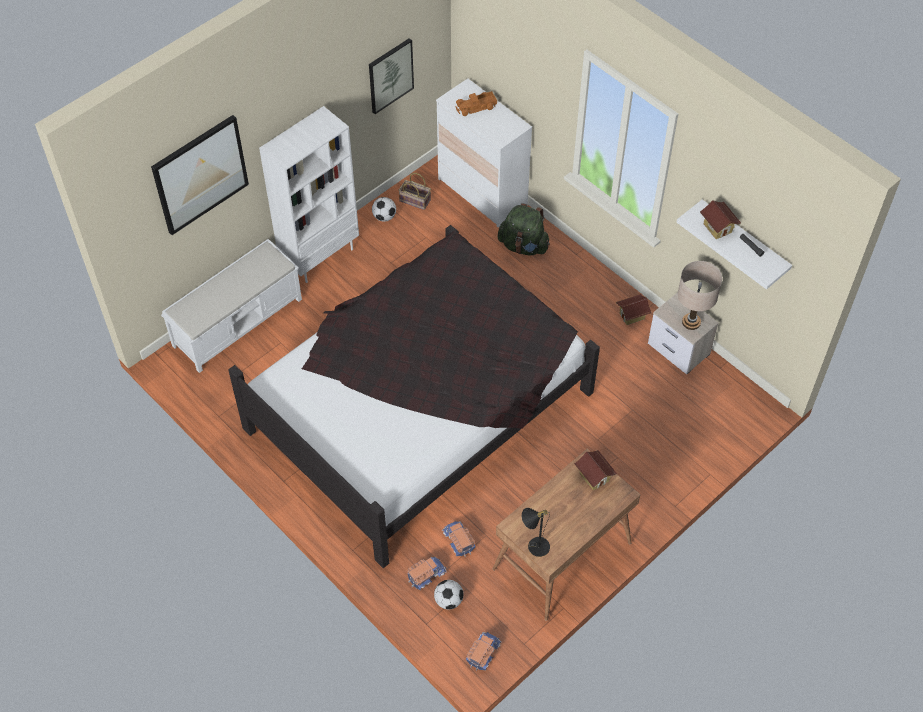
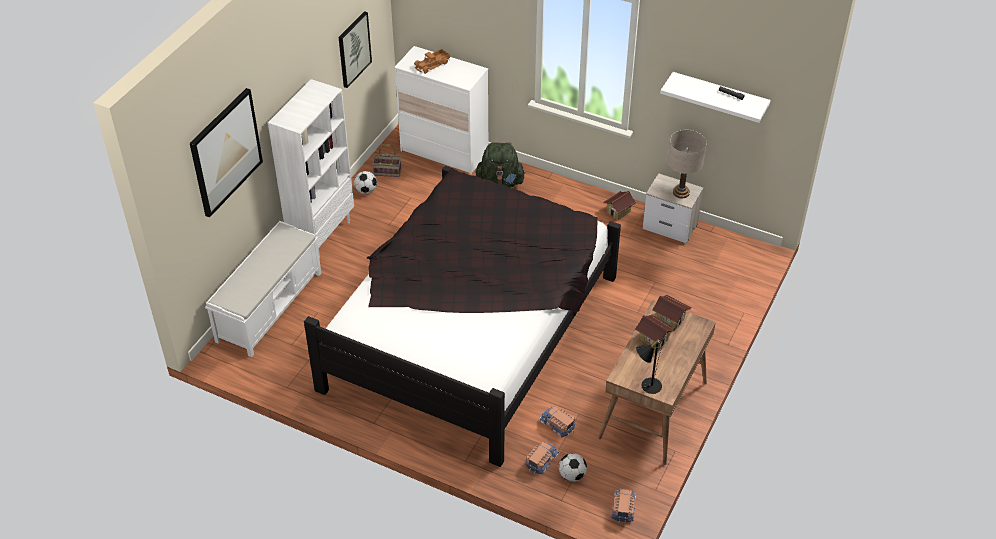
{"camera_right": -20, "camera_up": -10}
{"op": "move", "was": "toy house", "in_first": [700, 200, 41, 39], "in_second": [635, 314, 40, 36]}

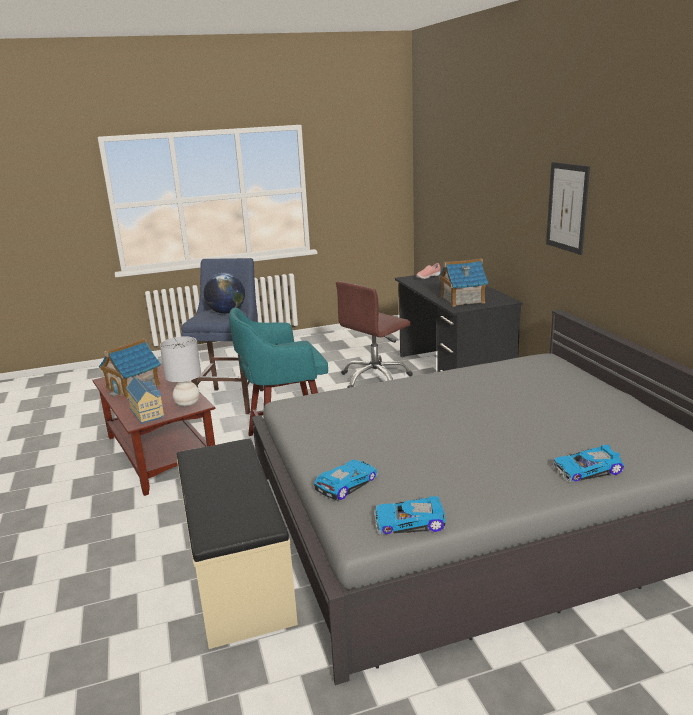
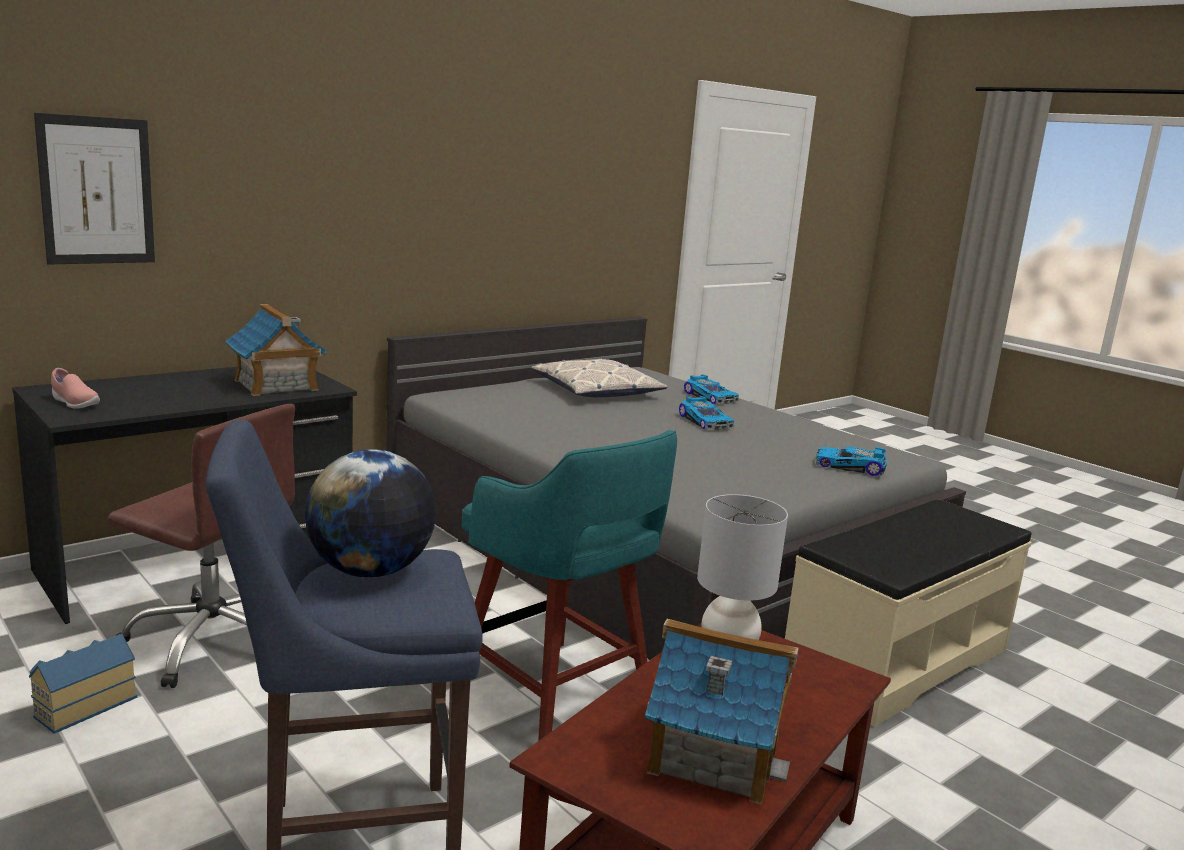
{"camera_right": -115, "camera_up": -5}
{"op": "insert", "now": "cushion", "in_second": [531, 358, 136, 39]}
{"op": "move", "was": "toy house", "in_first": [126, 377, 39, 47], "in_second": [29, 634, 108, 100]}
{"op": "move", "was": "toy car", "in_first": [375, 496, 71, 38], "in_second": [679, 396, 55, 34]}
{"op": "move", "was": "picture", "in_first": [546, 162, 44, 93], "in_second": [34, 113, 121, 152]}

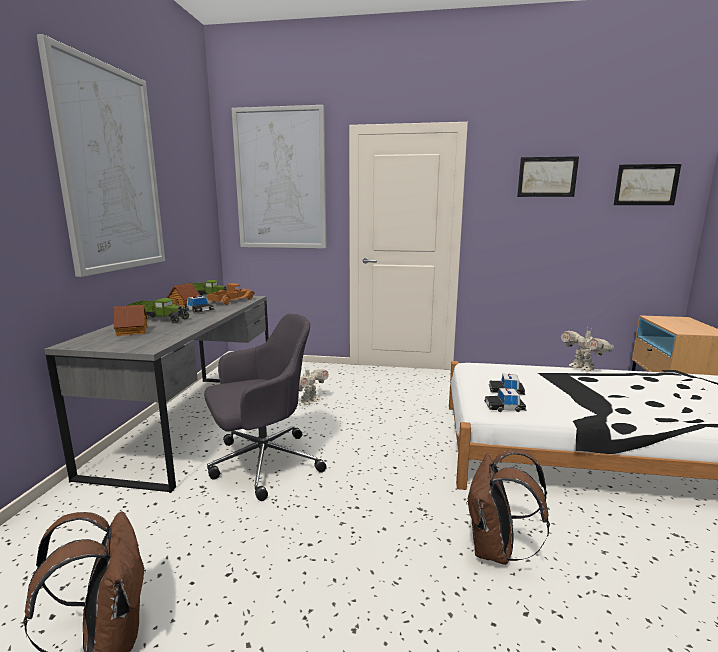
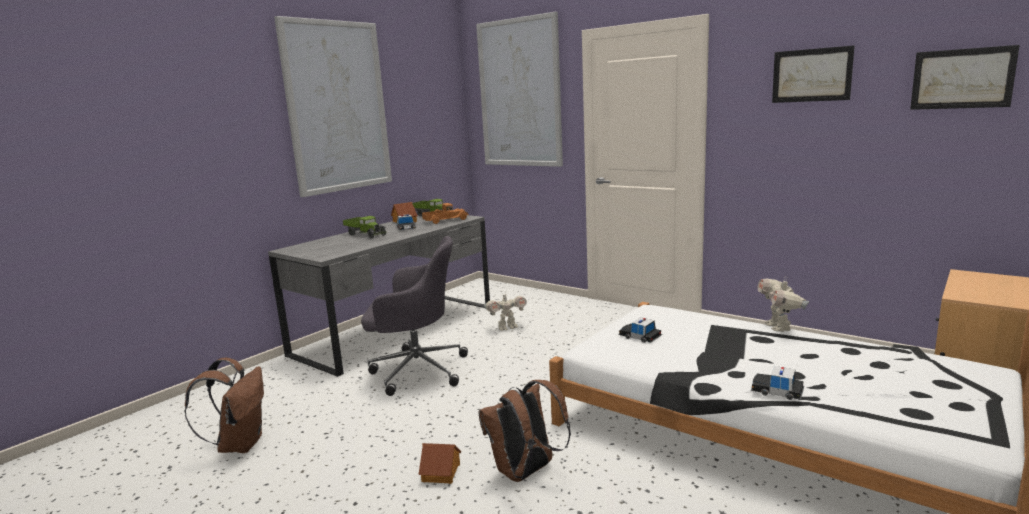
{"camera_right": 30, "camera_up": 0}
{"op": "move", "was": "toy house", "in_first": [114, 305, 33, 31], "in_second": [419, 443, 42, 41]}
{"op": "move", "was": "toy car", "in_first": [484, 388, 43, 24], "in_second": [751, 366, 53, 34]}

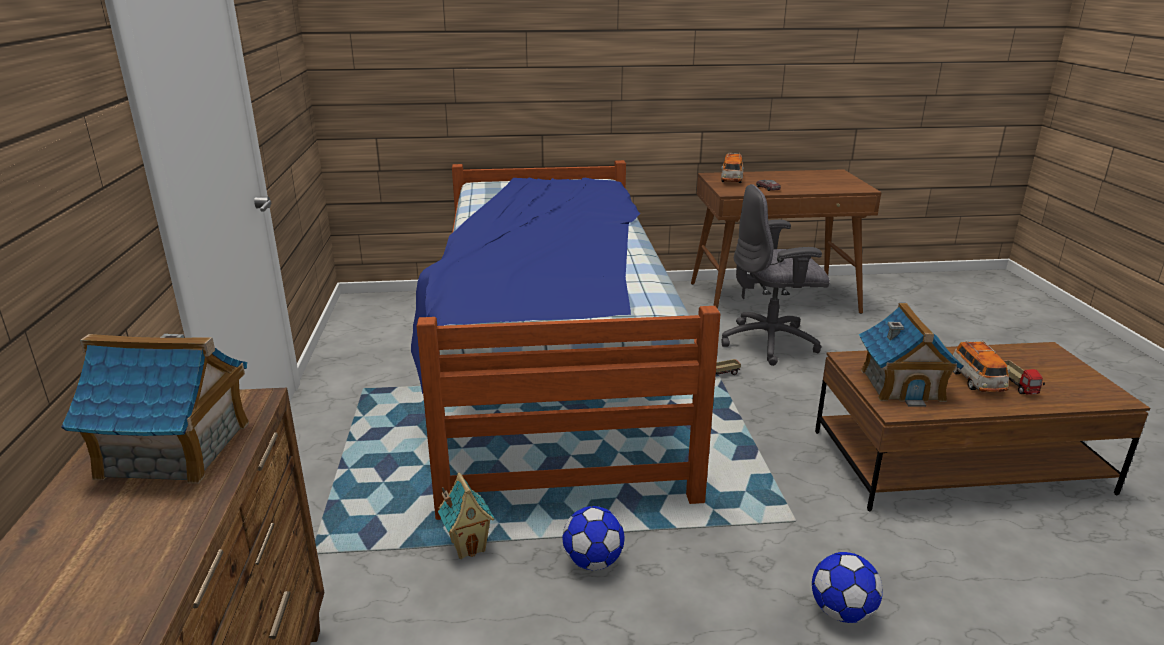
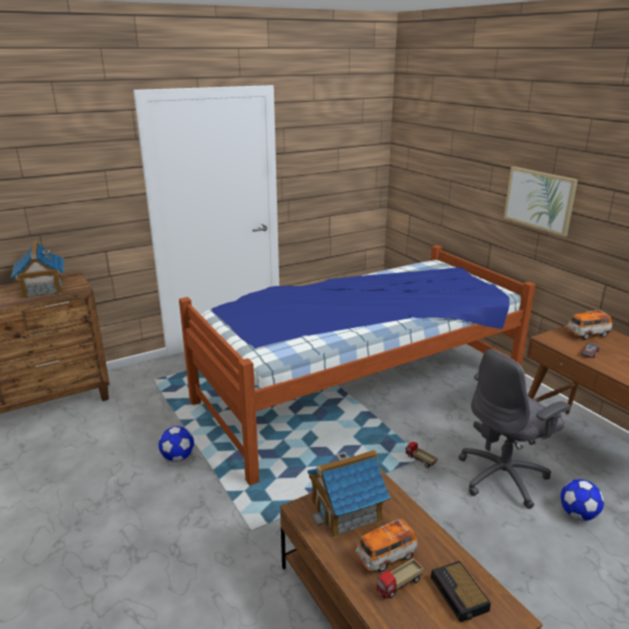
{"camera_right": 65, "camera_up": 0}
{"op": "delete", "was": "toy house", "in_first": [438, 473, 57, 86]}
{"op": "insert", "now": "alarm clock", "in_second": [431, 561, 60, 61]}
{"op": "insert", "now": "picture", "in_second": [504, 167, 74, 70]}
{"op": "move", "was": "ball for football", "in_first": [812, 552, 71, 71], "in_second": [560, 479, 44, 42]}
{"op": "rotate", "was": "desk chair in grey", "in_first": [721, 184, 109, 182], "in_second": [458, 349, 113, 160], "clockwise": -90}

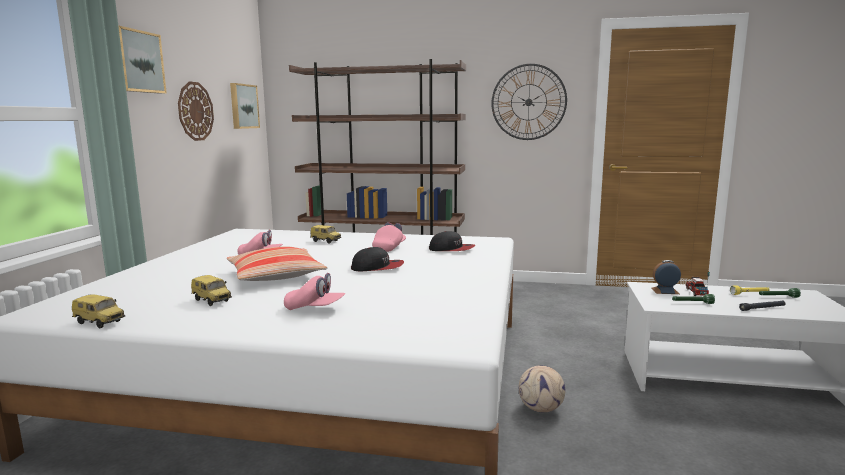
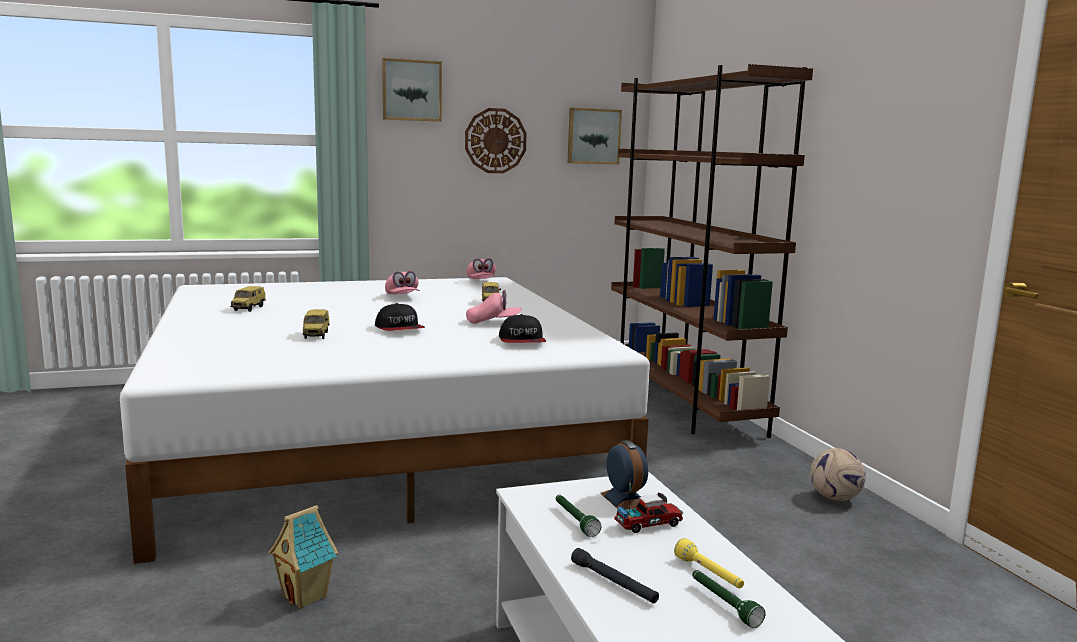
{"camera_right": 60, "camera_up": 0}
{"op": "delete", "was": "cushion", "in_first": [227, 246, 101, 35]}
{"op": "delete", "was": "wall clock", "in_first": [491, 64, 76, 76]}
{"op": "insert", "now": "toy house", "in_second": [268, 505, 70, 104]}
{"op": "move", "was": "toy car", "in_first": [72, 294, 53, 34], "in_second": [303, 309, 27, 30]}
{"op": "move", "was": "peaked cap in pink", "in_first": [284, 273, 61, 37], "in_second": [466, 258, 30, 21]}
{"op": "move", "was": "ball for football", "in_first": [519, 365, 46, 47], "in_second": [810, 448, 56, 53]}

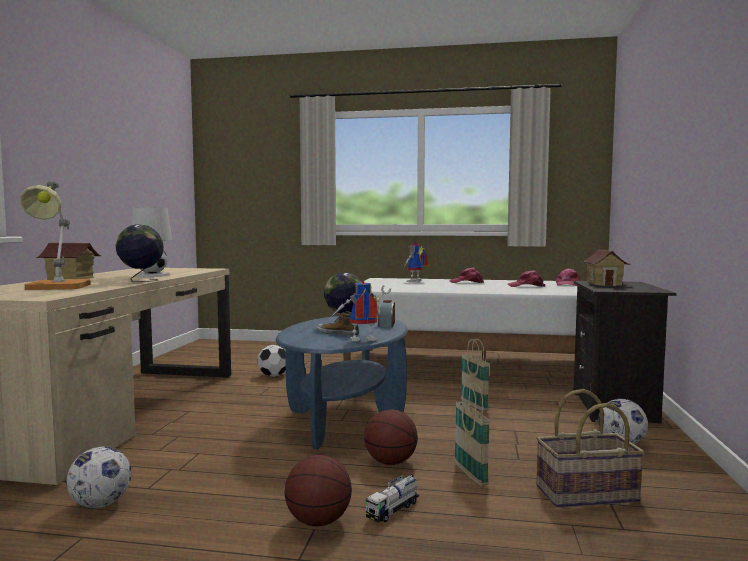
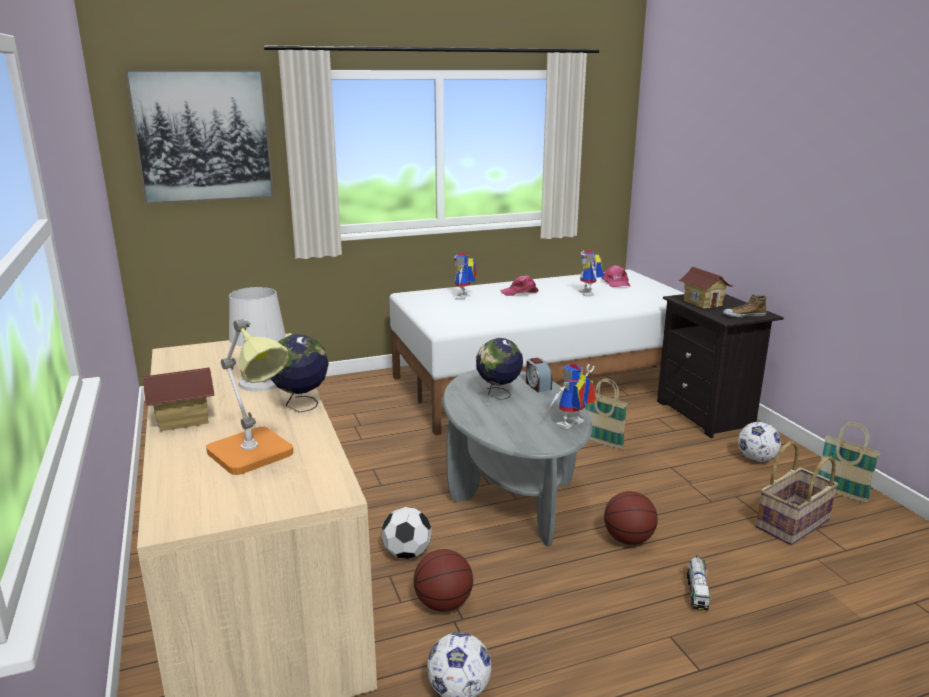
{"camera_right": -30, "camera_up": 15}
{"op": "insert", "now": "picture", "in_second": [124, 69, 151, 136]}
{"op": "move", "was": "ball for football", "in_first": [257, 345, 29, 32], "in_second": [381, 507, 51, 52]}
{"op": "move", "was": "basketball ball", "in_first": [285, 455, 67, 71], "in_second": [414, 549, 59, 63]}
{"op": "move", "was": "shoe", "in_first": [316, 311, 43, 24], "in_second": [723, 295, 43, 23]}
{"op": "move", "was": "basket", "in_first": [454, 382, 36, 104], "in_second": [818, 422, 62, 80]}
{"op": "replace", "was": "peaked cap in pink", "now": "toy robot", "in_first": [508, 270, 37, 17], "in_second": [579, 250, 25, 46]}
{"op": "recolor", "was": "low table in bluish", "now": "low table in grey", "in_first": [276, 316, 132, 133], "in_second": [442, 369, 150, 177]}

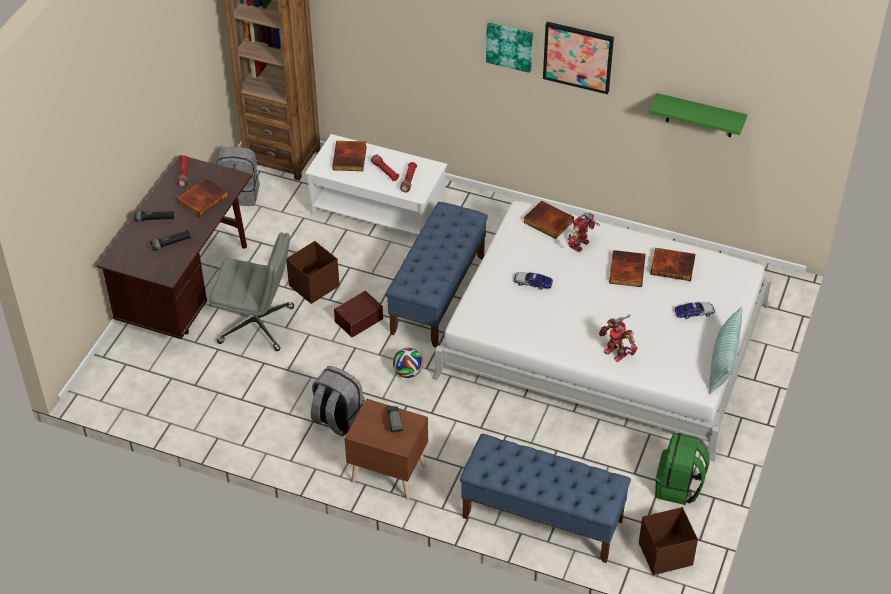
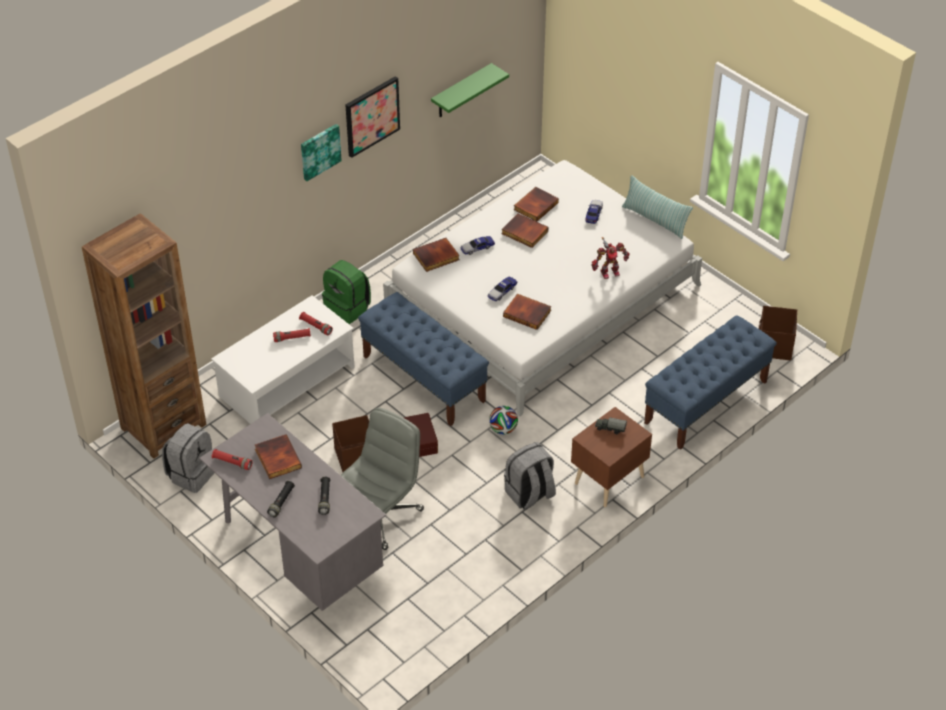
{"camera_right": -65, "camera_up": 0}
{"op": "move", "was": "book", "in_first": [332, 141, 35, 30], "in_second": [503, 294, 48, 36]}
{"op": "move", "was": "knapsack in green", "in_first": [655, 432, 55, 73], "in_second": [322, 260, 49, 64]}
{"op": "replace", "was": "toy robot", "now": "toy car", "in_first": [568, 212, 32, 40], "in_second": [460, 236, 35, 19]}
{"op": "recolor", "was": "desk in brown-coloured", "now": "desk in grey", "in_first": [96, 155, 157, 184], "in_second": [199, 413, 187, 198]}

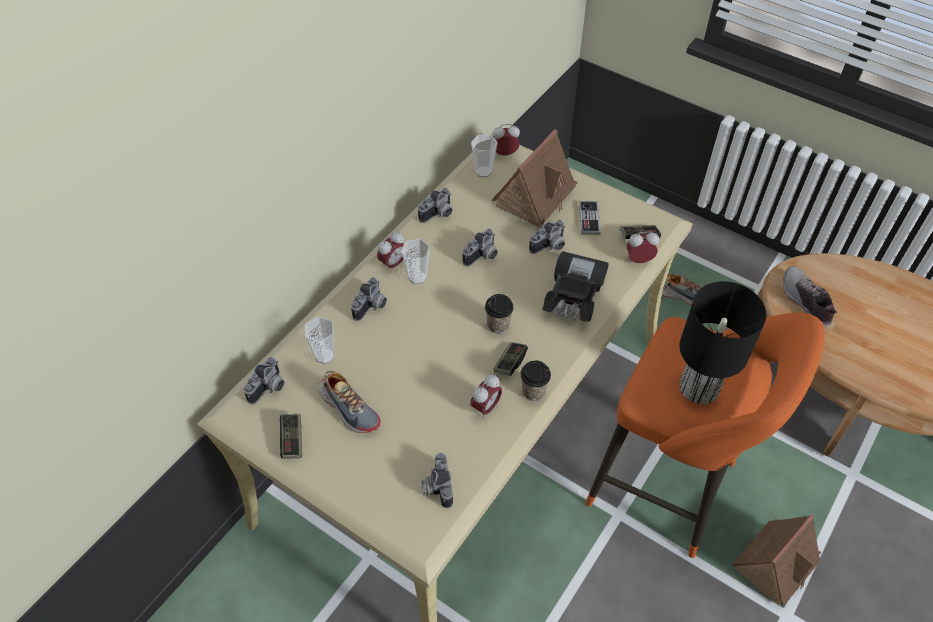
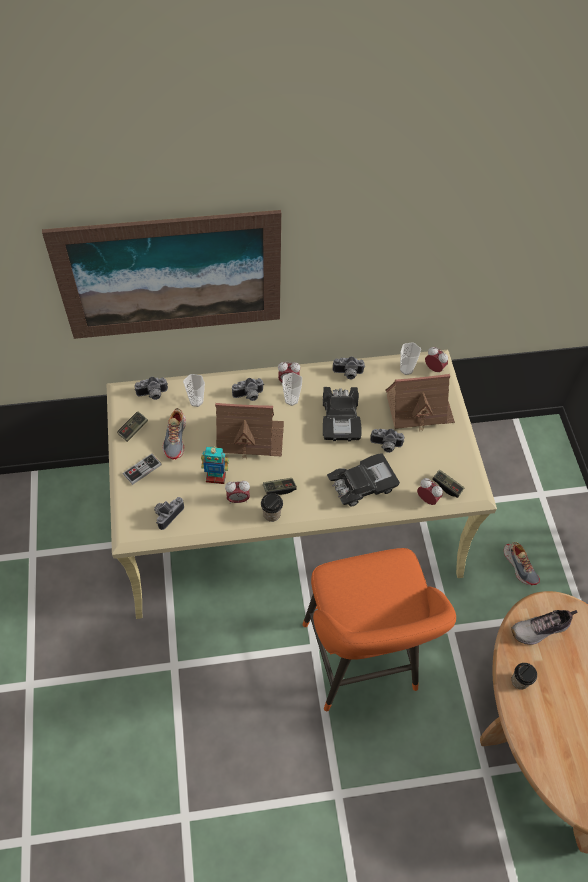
{"camera_right": 45, "camera_up": 5}
{"op": "delete", "was": "table lamp in blackish", "in_first": [680, 281, 86, 123]}
{"op": "insert", "now": "picture", "in_second": [42, 210, 239, 129]}
{"op": "insert", "now": "toy robot", "in_second": [201, 446, 28, 38]}
{"op": "move", "was": "cup", "in_first": [485, 294, 29, 39], "in_second": [511, 663, 26, 27]}
{"op": "move", "was": "gamepad", "in_first": [579, 201, 22, 34], "in_second": [123, 454, 39, 31]}
{"op": "move", "was": "toy house", "in_first": [732, 514, 89, 93], "in_second": [215, 403, 69, 56]}
{"op": "replace", "was": "still camera", "now": "toy car in blackish", "in_first": [463, 229, 35, 37], "in_second": [323, 387, 39, 54]}
{"op": "rotate", "was": "shoe", "in_first": [783, 266, 54, 61], "in_second": [511, 610, 66, 35], "clockwise": -135}

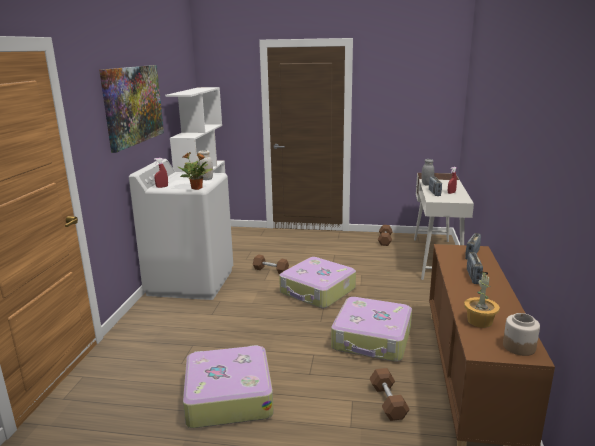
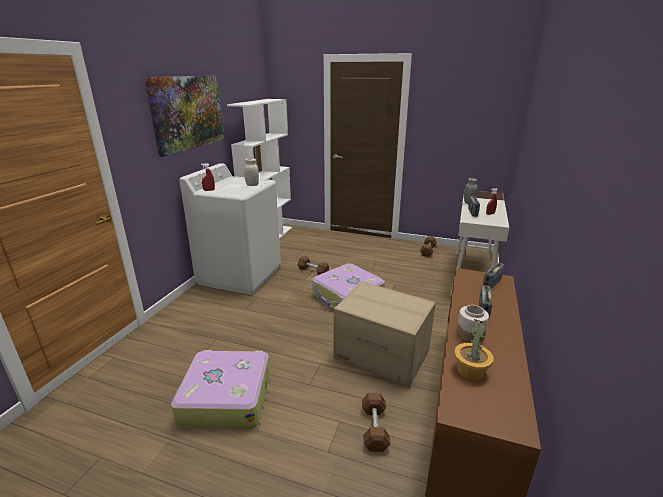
{"camera_right": 10, "camera_up": 5}
{"op": "delete", "was": "houseplant", "in_first": [178, 152, 34, 38]}
{"op": "move", "was": "storage jar", "in_first": [503, 313, 37, 43], "in_second": [456, 305, 33, 37]}
{"op": "replace", "was": "travel case", "now": "carton", "in_first": [331, 297, 81, 65], "in_second": [333, 281, 103, 107]}

